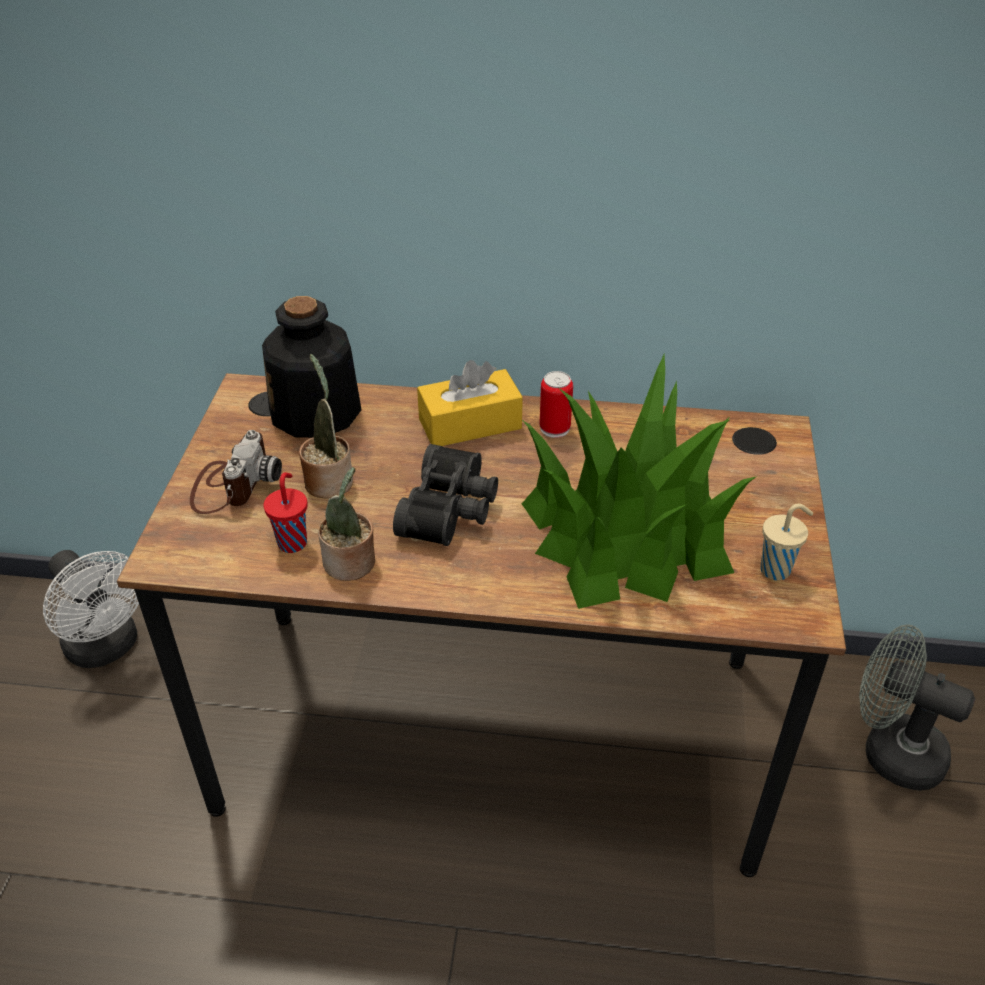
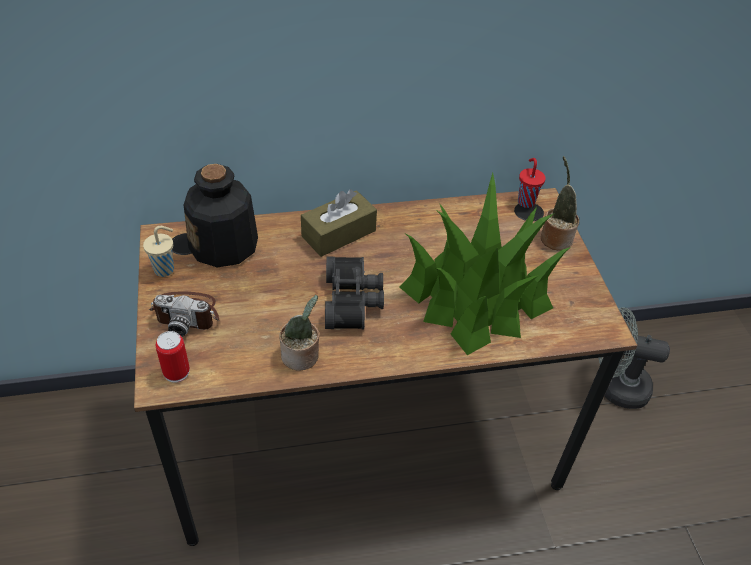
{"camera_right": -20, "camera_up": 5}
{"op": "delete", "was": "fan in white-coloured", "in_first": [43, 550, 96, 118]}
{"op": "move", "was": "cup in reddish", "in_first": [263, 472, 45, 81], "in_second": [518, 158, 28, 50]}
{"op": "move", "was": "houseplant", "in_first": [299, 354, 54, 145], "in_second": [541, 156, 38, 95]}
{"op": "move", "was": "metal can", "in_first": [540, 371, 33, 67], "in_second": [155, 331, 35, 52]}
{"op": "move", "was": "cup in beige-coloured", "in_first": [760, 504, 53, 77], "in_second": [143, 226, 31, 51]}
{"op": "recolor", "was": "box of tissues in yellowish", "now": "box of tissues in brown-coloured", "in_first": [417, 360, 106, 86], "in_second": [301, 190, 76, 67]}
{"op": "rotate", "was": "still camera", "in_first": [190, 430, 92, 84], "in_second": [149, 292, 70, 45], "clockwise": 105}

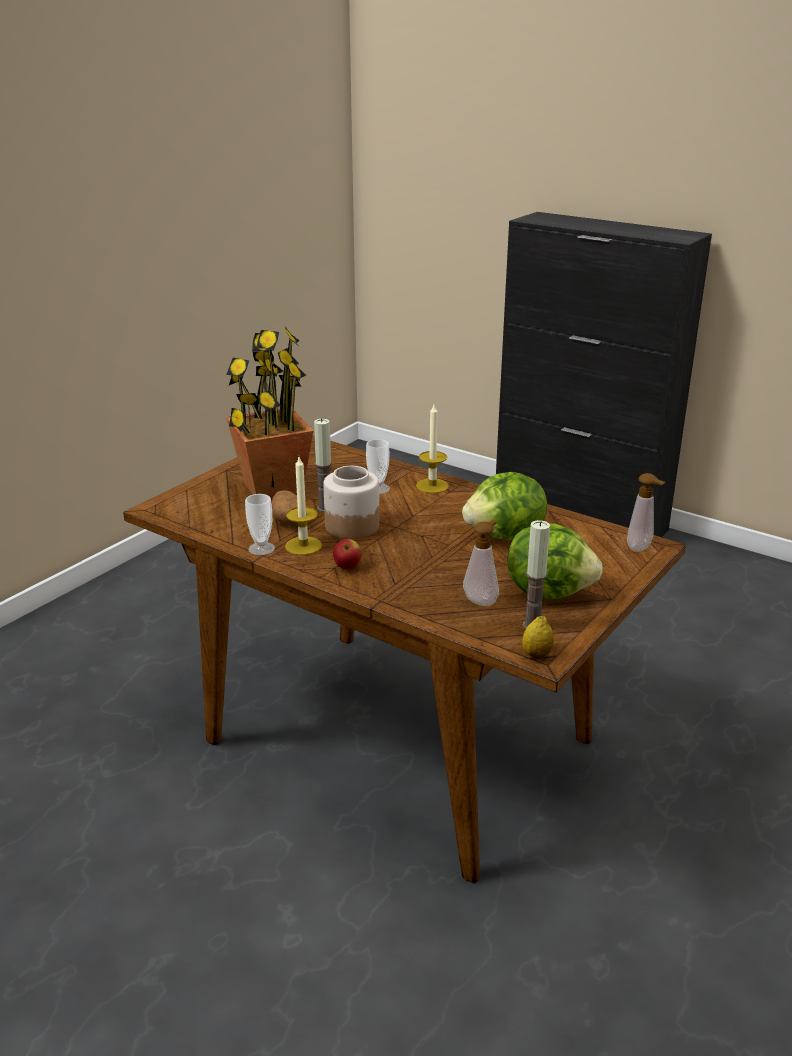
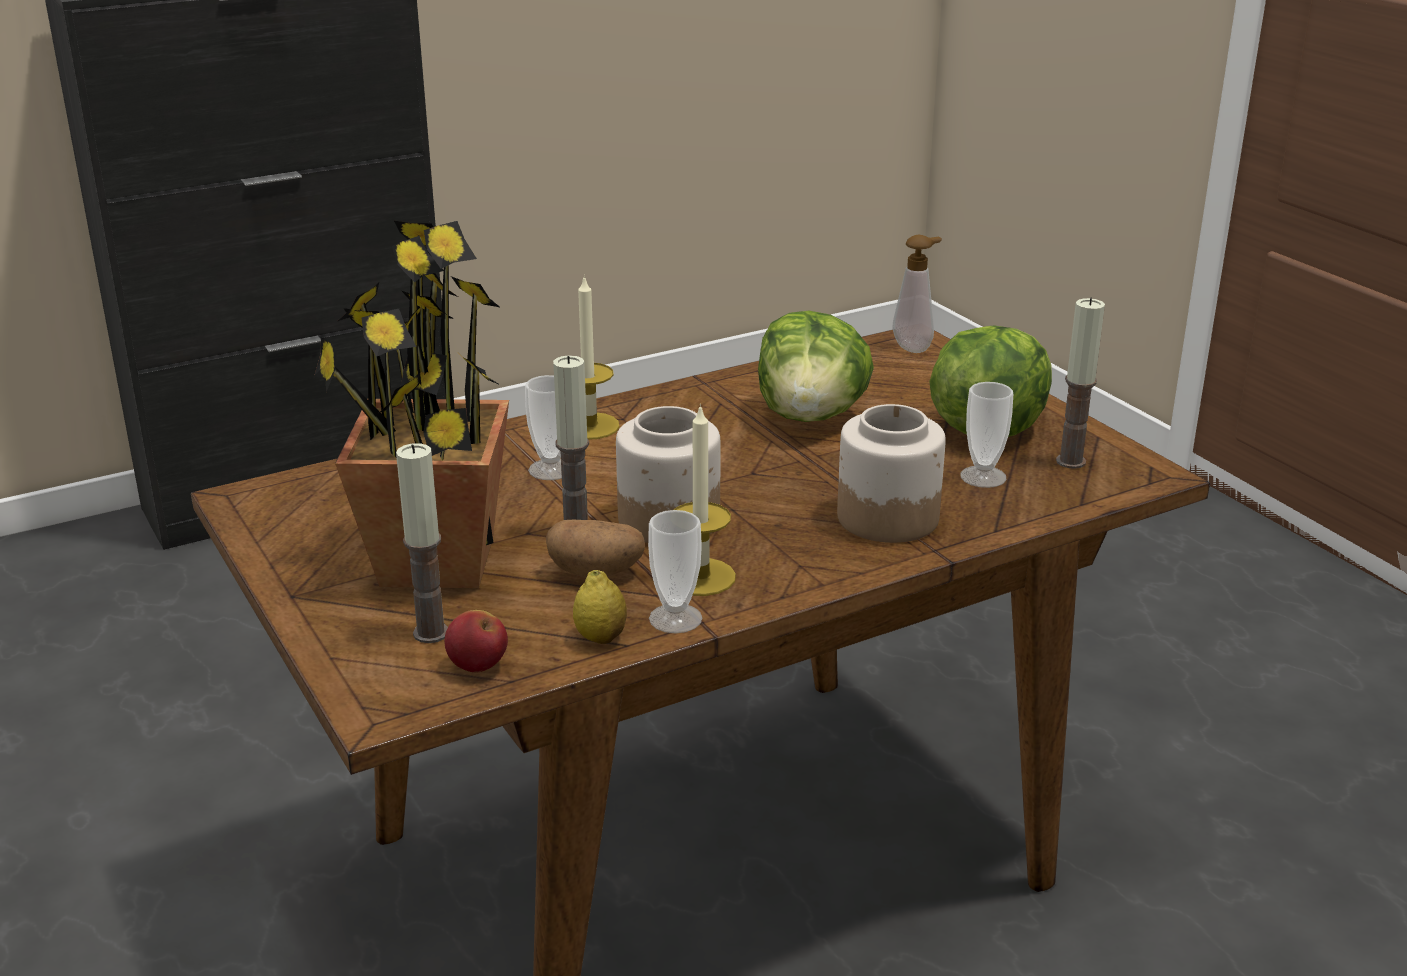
{"camera_right": -65, "camera_up": 0}
{"op": "insert", "now": "candle", "in_second": [396, 443, 52, 200]}
{"op": "insert", "now": "storage jar", "in_second": [837, 404, 109, 139]}
{"op": "move", "was": "whole apple", "in_first": [333, 539, 29, 30], "in_second": [444, 610, 64, 63]}
{"op": "move", "was": "whole lemon", "in_first": [522, 616, 32, 43], "in_second": [573, 570, 54, 74]}
{"op": "replace", "was": "soap bottle", "now": "cup", "in_first": [463, 519, 36, 87], "in_second": [961, 382, 52, 106]}

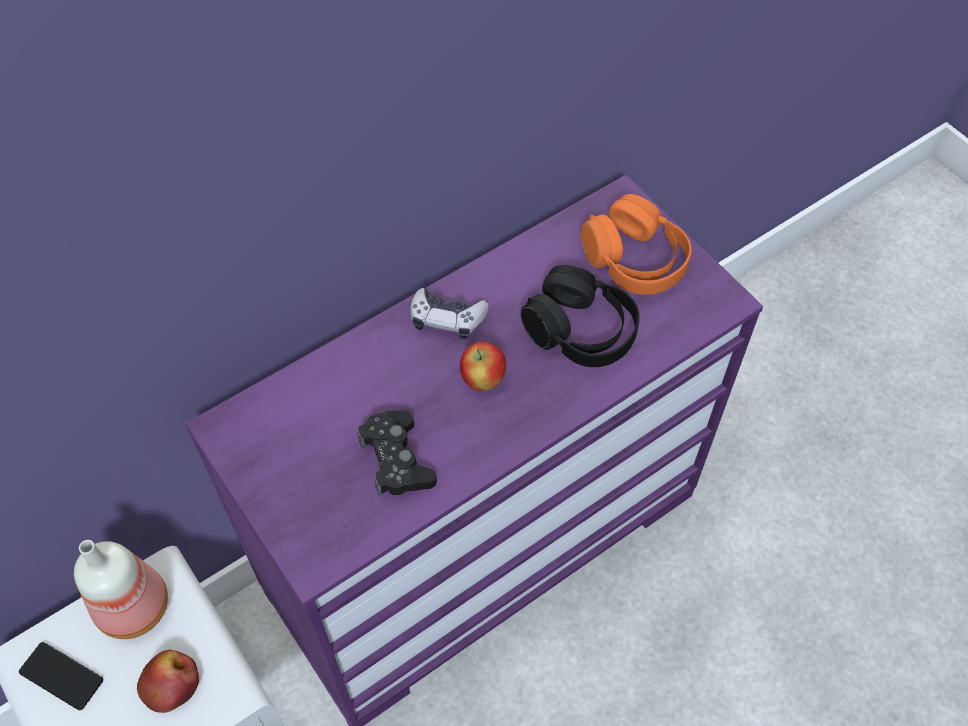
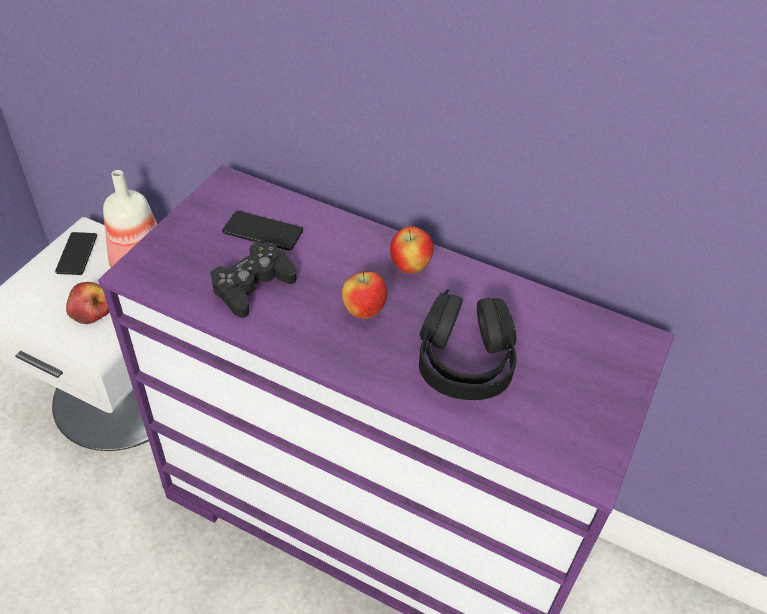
{"camera_right": 60, "camera_up": -10}
{"op": "delete", "was": "headset in orange", "in_first": [581, 194, 111, 101]}
{"op": "insert", "now": "handset", "in_second": [222, 211, 81, 40]}
{"op": "replace", "was": "gamepad", "now": "whole apple", "in_first": [410, 288, 79, 51], "in_second": [390, 226, 44, 48]}

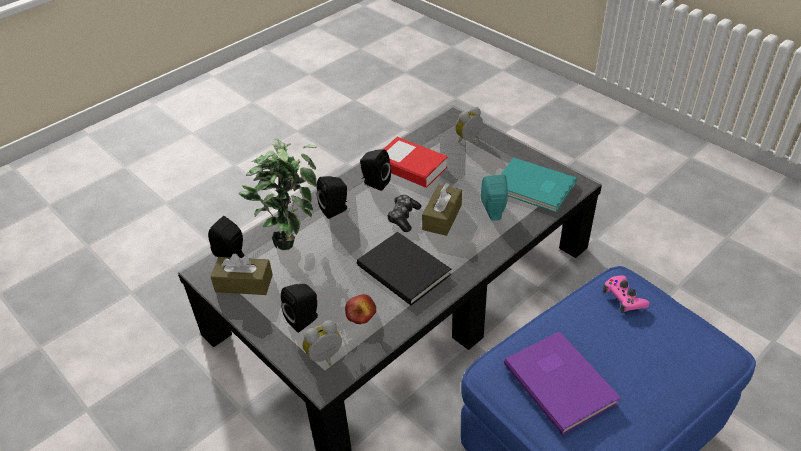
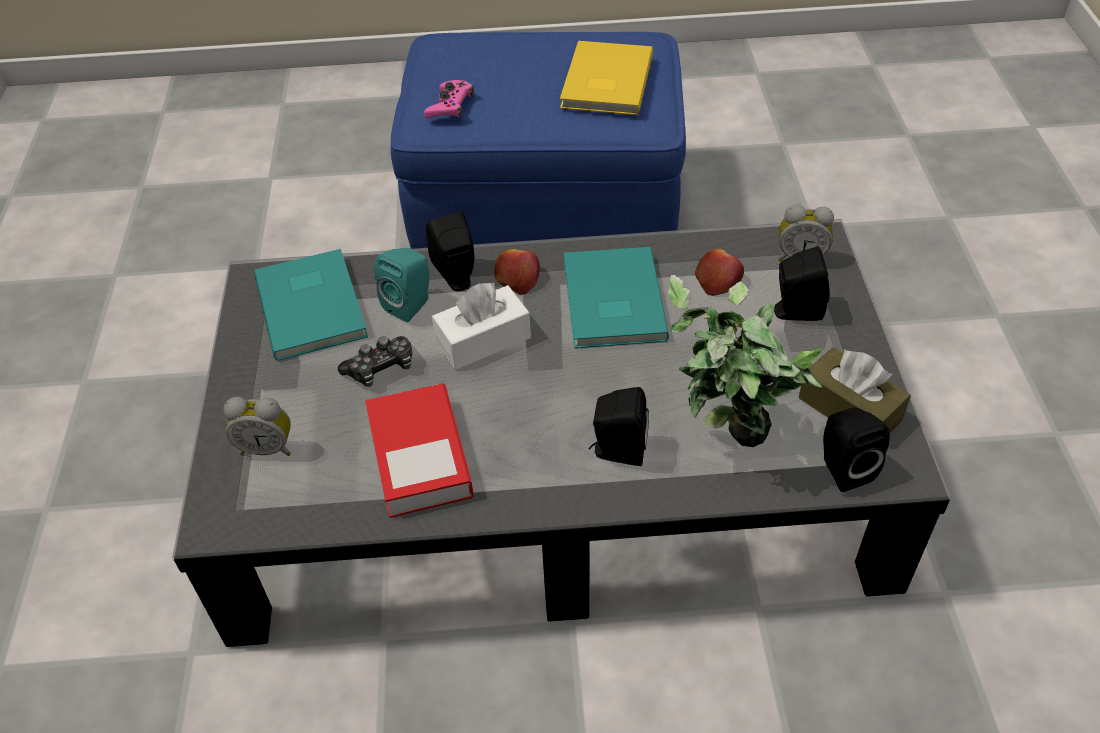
{"camera_right": -140, "camera_up": 5}
{"op": "insert", "now": "whole apple", "in_second": [495, 249, 45, 46]}
{"op": "move", "was": "speaker in blackish", "in_first": [360, 149, 31, 42], "in_second": [426, 212, 48, 79]}
{"op": "move", "was": "gamepad", "in_first": [387, 195, 34, 37], "in_second": [338, 336, 74, 51]}
{"op": "recolor", "was": "book in blackish", "now": "book in turquoise", "in_first": [357, 232, 94, 74], "in_second": [564, 247, 105, 101]}
{"op": "recolor", "was": "box of tissues in brown-coloured", "now": "box of tissues in white-coloured", "in_first": [422, 183, 40, 53], "in_second": [432, 282, 99, 88]}
{"op": "recolor", "was": "book in purplish", "now": "book in yellowish", "in_first": [504, 331, 117, 104], "in_second": [560, 41, 93, 74]}

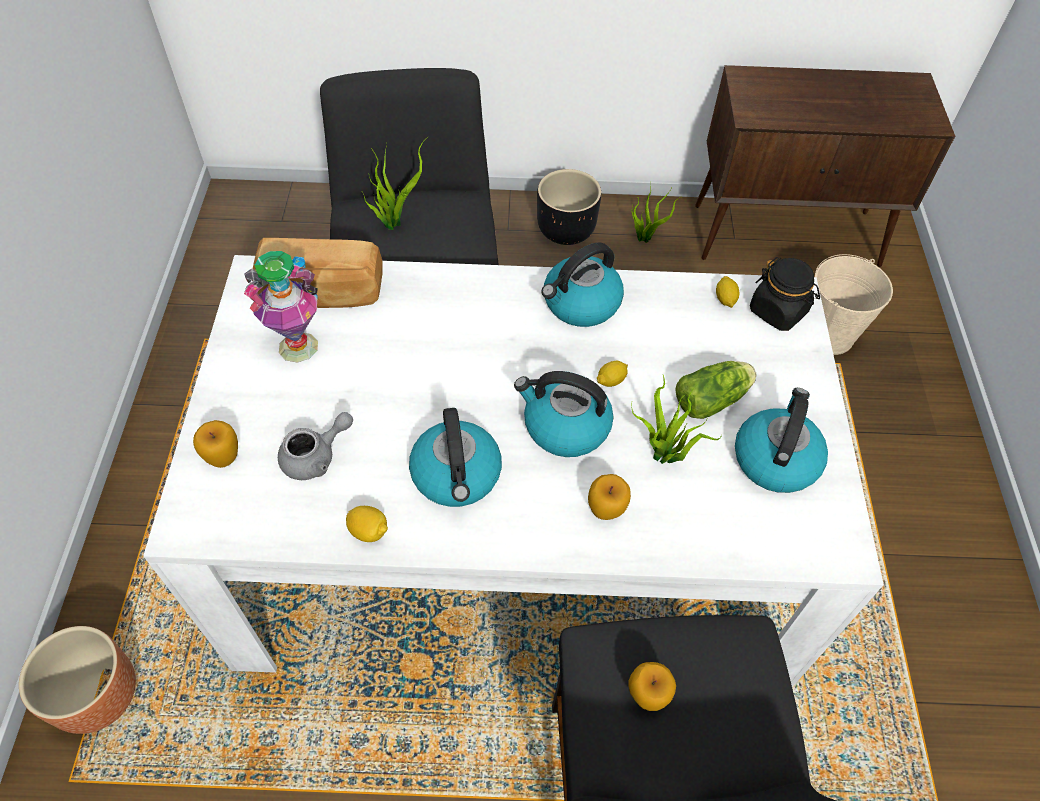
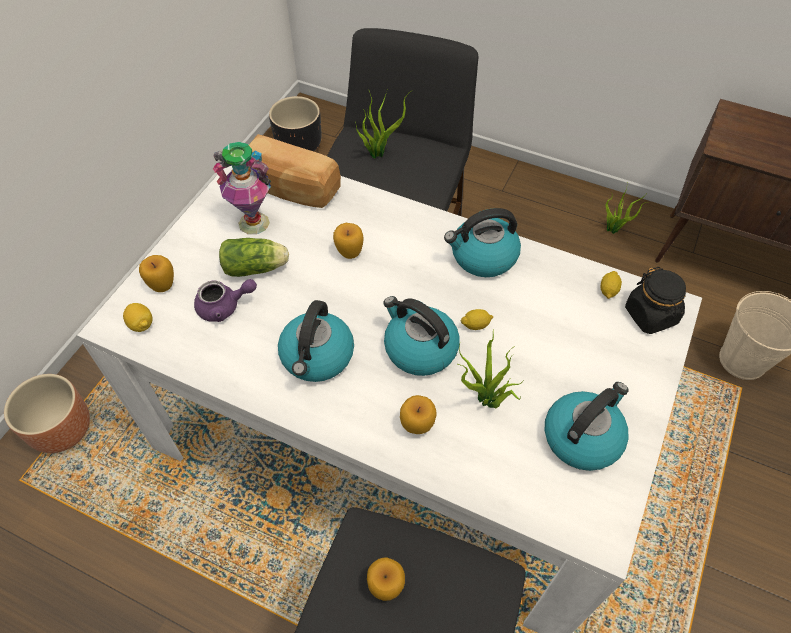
{"camera_right": 25, "camera_up": 0}
{"op": "insert", "now": "whole apple", "in_second": [333, 223, 31, 36]}
{"op": "move", "was": "whole lemon", "in_first": [346, 506, 42, 36], "in_second": [123, 303, 30, 29]}
{"op": "move", "was": "planter in blackish", "in_first": [537, 169, 64, 76], "in_second": [269, 96, 53, 55]}
{"op": "move", "was": "lettuce", "in_first": [675, 361, 81, 58], "in_second": [219, 238, 70, 39]}
{"op": "recolor", "was": "tea pot in grey", "now": "tea pot in purplish", "in_first": [278, 412, 75, 68], "in_second": [194, 279, 63, 43]}

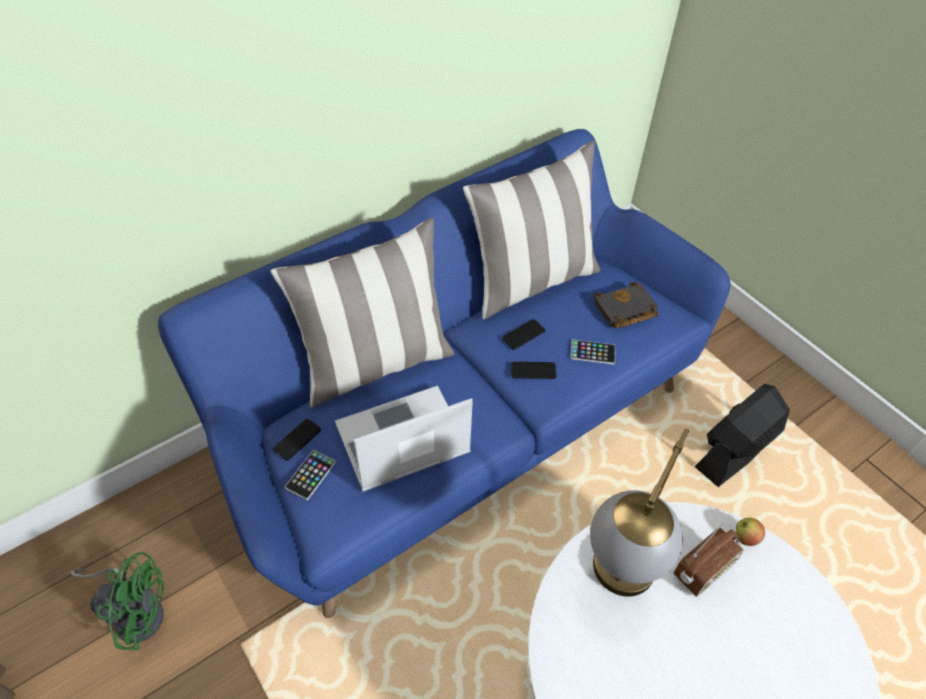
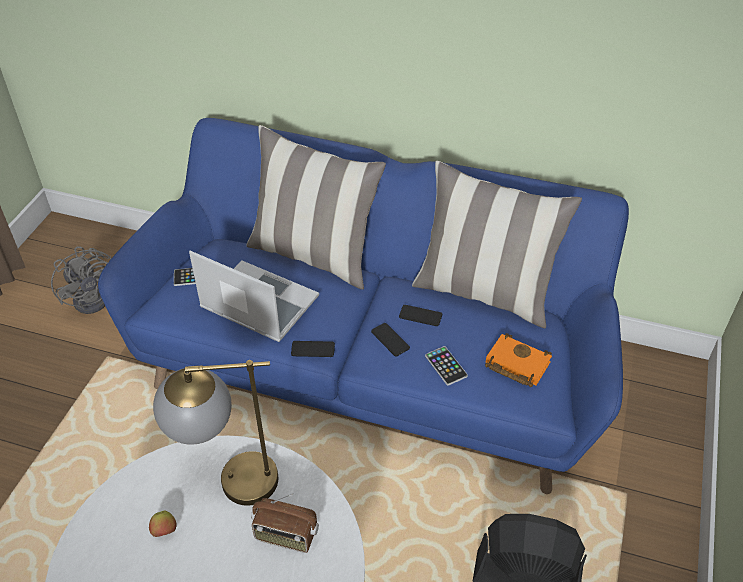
{"camera_right": 55, "camera_up": -5}
{"op": "move", "was": "handset", "in_first": [273, 418, 48, 43], "in_second": [291, 341, 44, 16]}
{"op": "move", "was": "whole apple", "in_first": [736, 518, 29, 28], "in_second": [149, 511, 28, 26]}
{"op": "recolor", "was": "fan in green", "now": "fan in grey", "in_first": [71, 552, 93, 98], "in_second": [51, 246, 60, 68]}
{"op": "recolor", "was": "book in blackish", "now": "book in orange", "in_first": [594, 282, 65, 46], "in_second": [485, 333, 67, 54]}

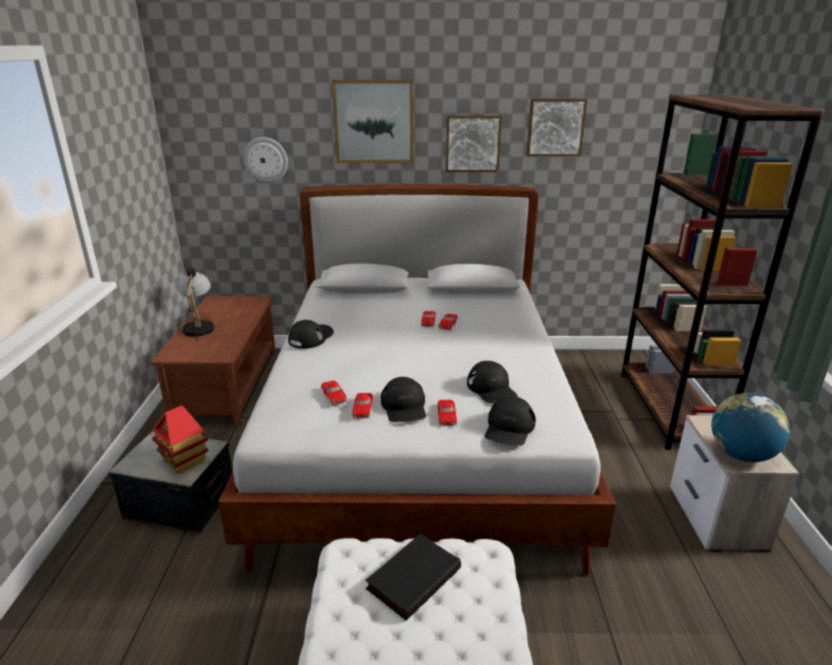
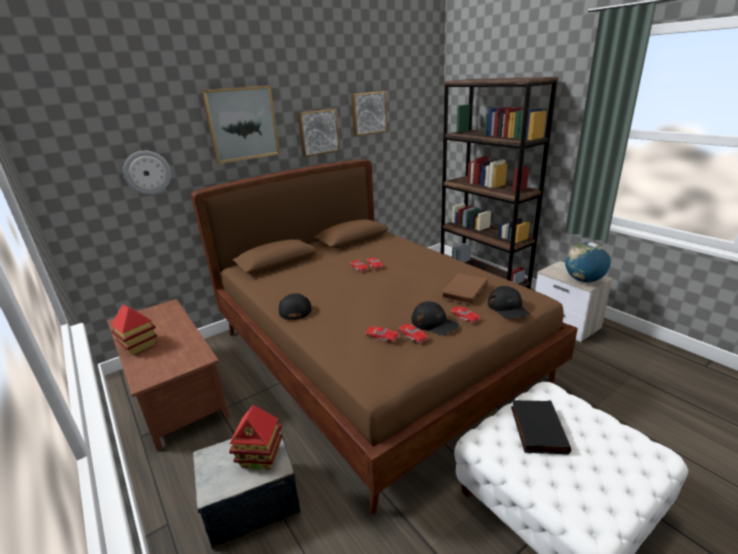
{"camera_right": -35, "camera_up": 0}
{"op": "replace", "was": "table lamp", "now": "toy house", "in_first": [178, 268, 36, 73], "in_second": [111, 304, 46, 51]}
{"op": "replace", "was": "peaked cap in blackish", "now": "book in brown-coloured", "in_first": [467, 361, 51, 42], "in_second": [442, 273, 46, 32]}
{"op": "recolor", "was": "bedroom bed in white-coloured", "now": "bedroom bed in brown-coloured", "in_first": [218, 184, 398, 391], "in_second": [191, 159, 387, 355]}

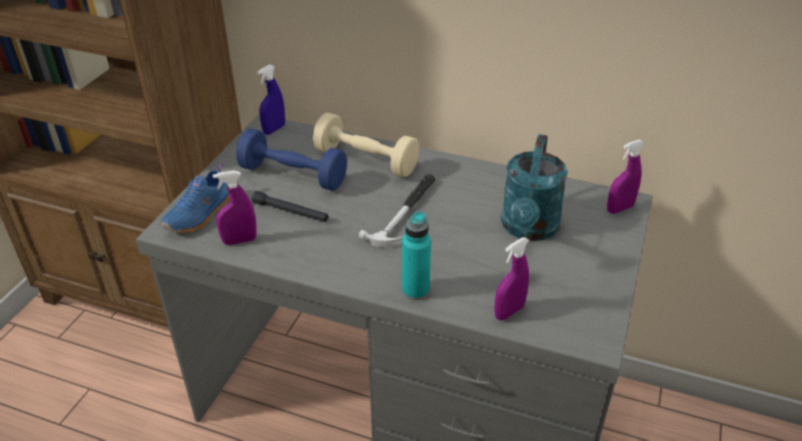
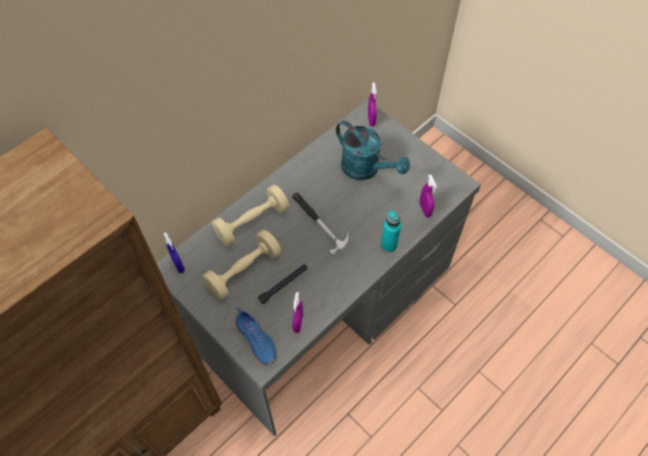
{"camera_right": -65, "camera_up": 20}
{"op": "recolor", "was": "free weight in bluish", "now": "free weight in beige-coloured", "in_first": [236, 129, 111, 61], "in_second": [203, 230, 78, 69]}

